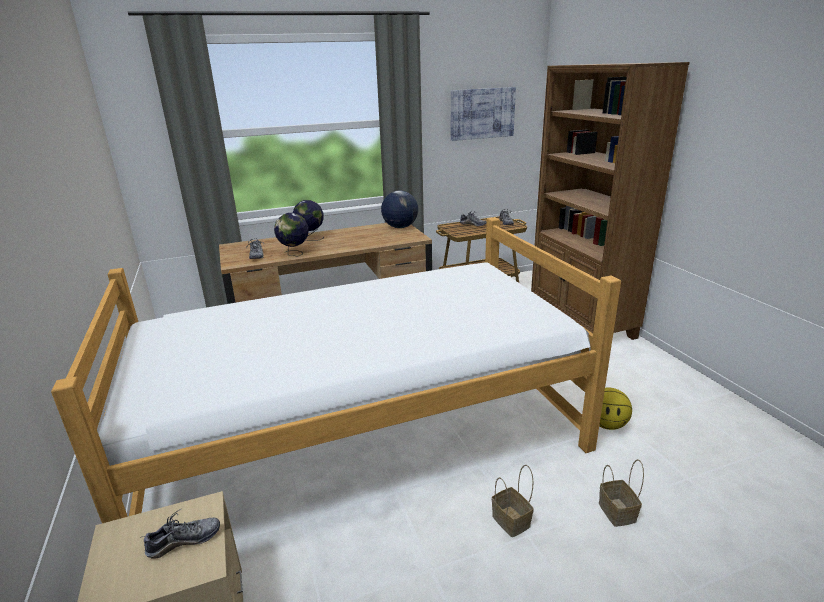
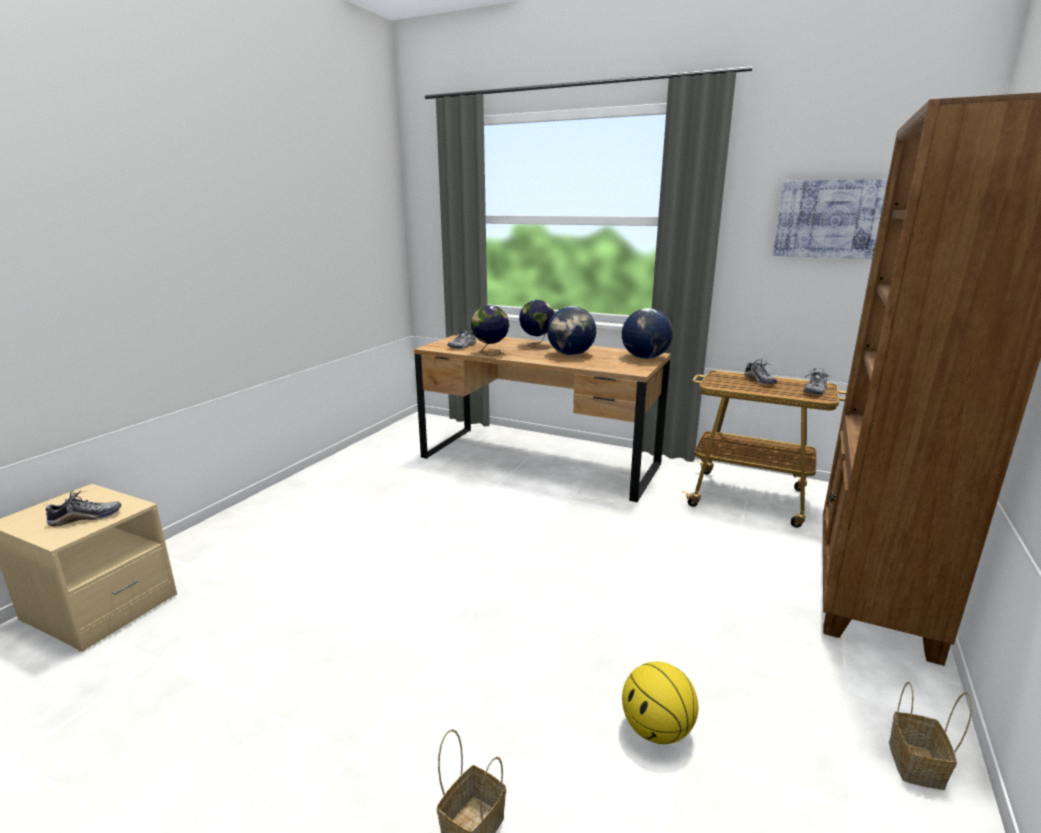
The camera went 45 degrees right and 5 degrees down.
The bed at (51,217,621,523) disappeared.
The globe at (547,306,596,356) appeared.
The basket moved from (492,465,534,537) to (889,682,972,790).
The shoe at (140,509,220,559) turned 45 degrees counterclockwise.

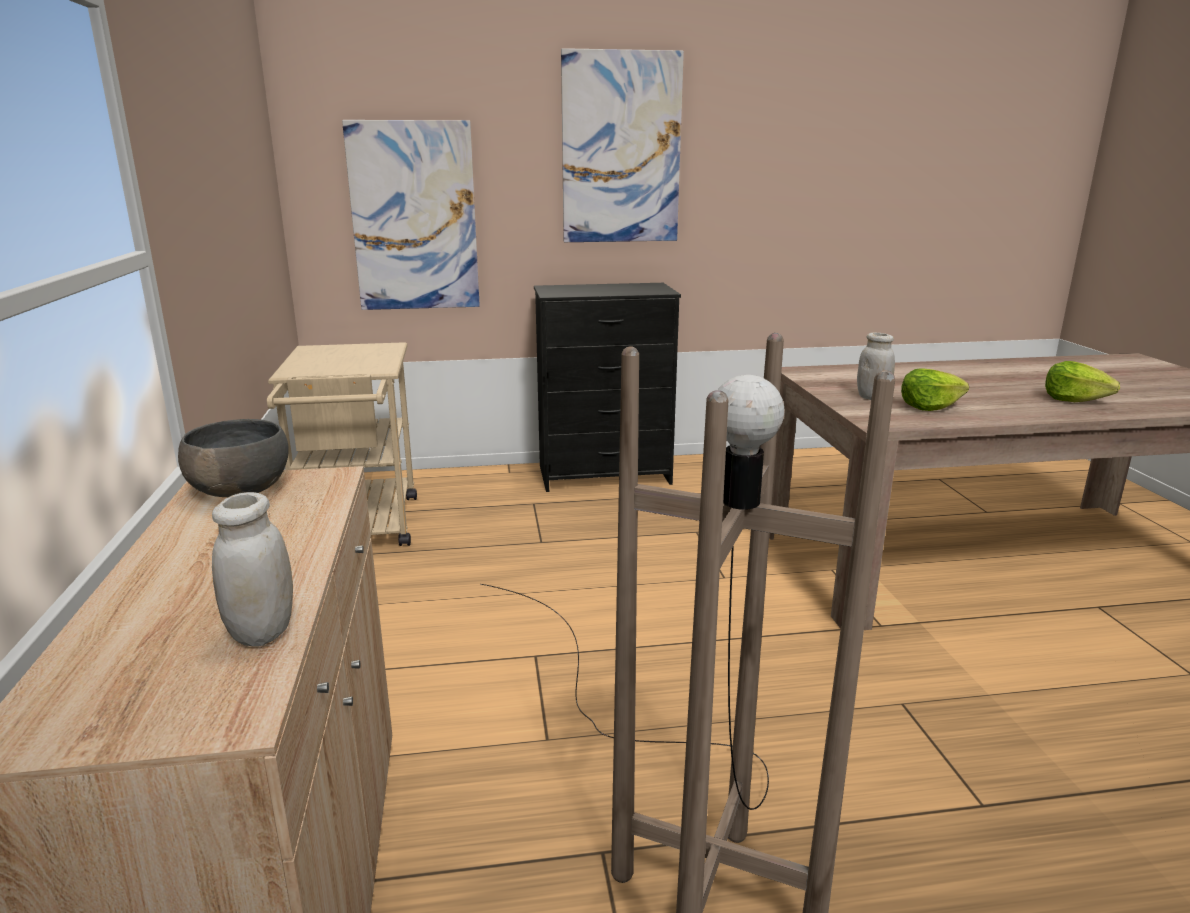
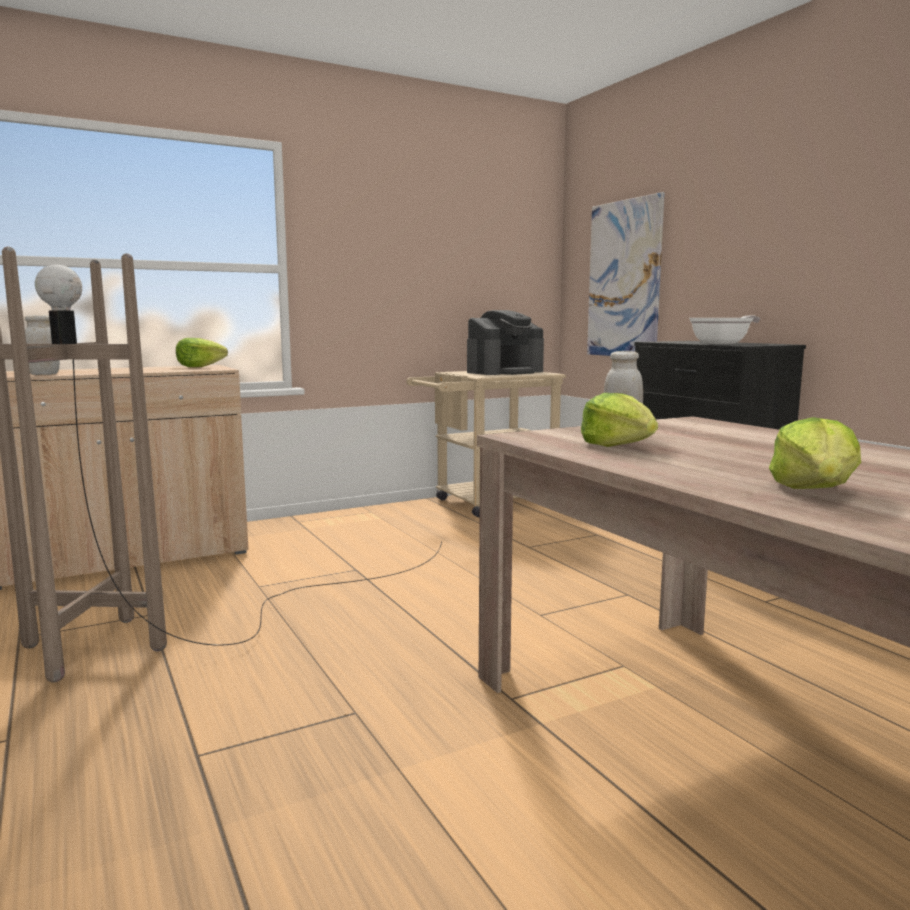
The camera went 70 degrees right and 10 degrees down.
The picture at (561,48,684,242) disappeared.
The coffee machine at (467,310,544,375) appeared.
The frying pan at (689,315,760,344) appeared.
The bowl/grey at (178,419,289,498) was replaced by the lettuce at (176,338,228,367).

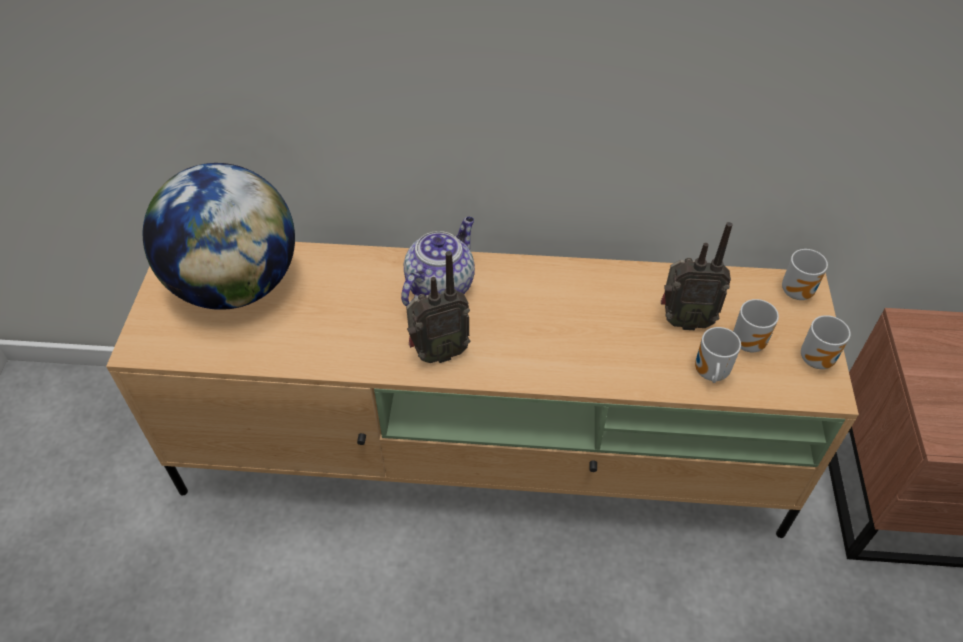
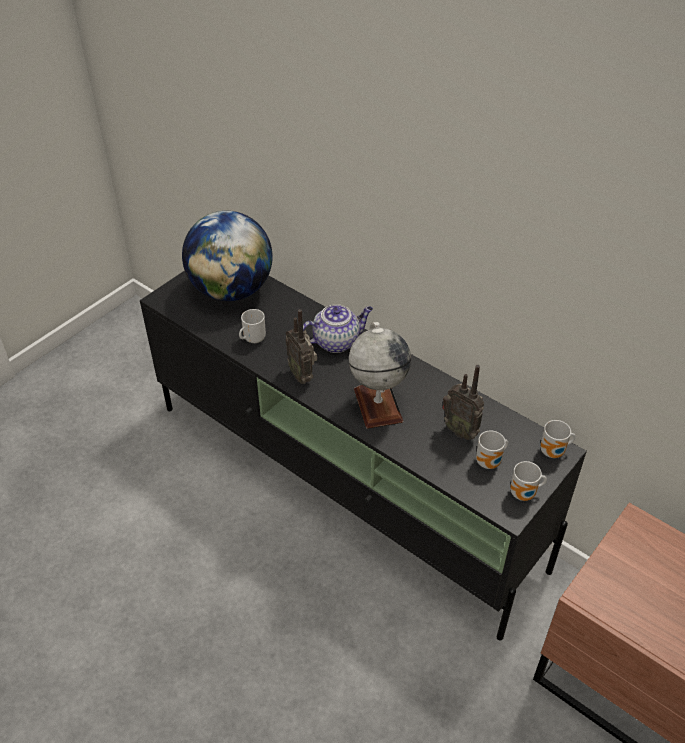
The camera went 35 degrees right and 5 degrees down.
The globe at (349,322,411,429) appeared.
The mug moved from (695,327,741,383) to (239,309,266,343).
The tv stand/beige at (106,242,859,538) became the tv stand/black at (140,270,587,641).
The radio at (406,251,470,363) turned 45 degrees clockwise.

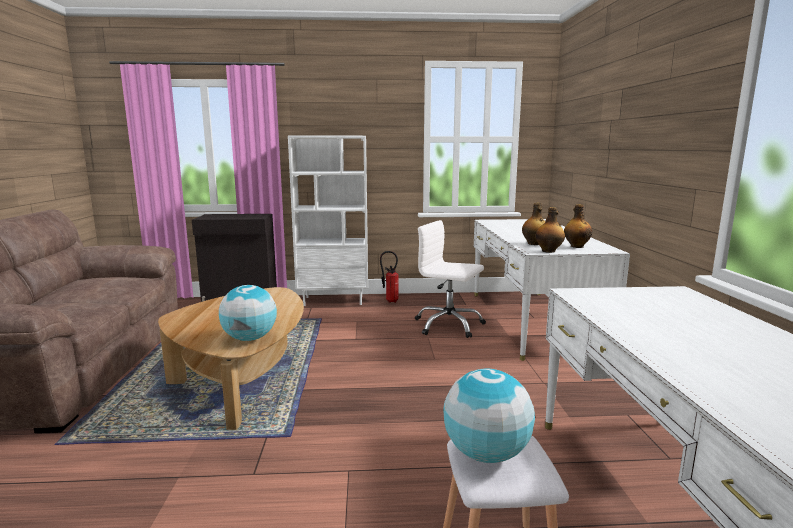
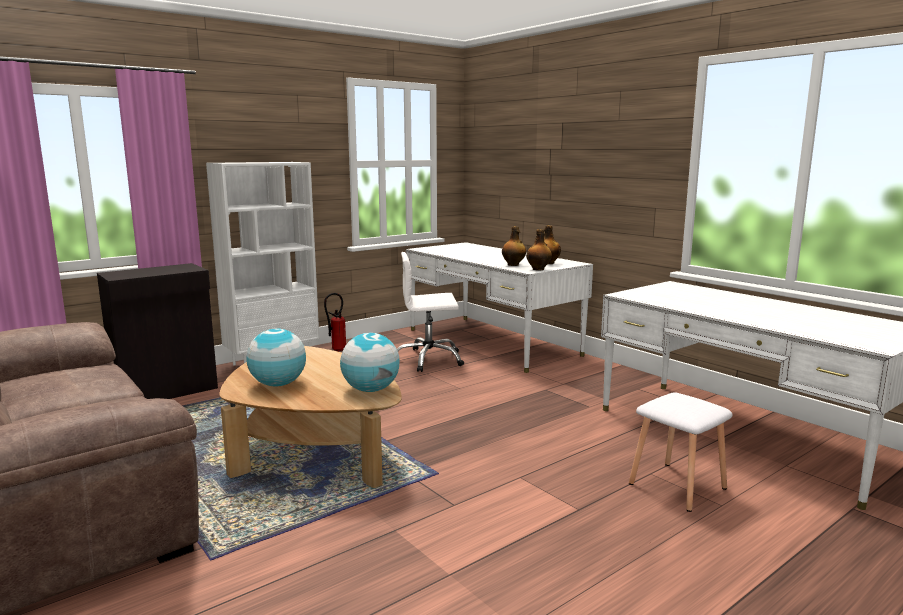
The camera went 35 degrees left and 0 degrees up.
The globe moved from (443,369,535,463) to (246,328,306,387).

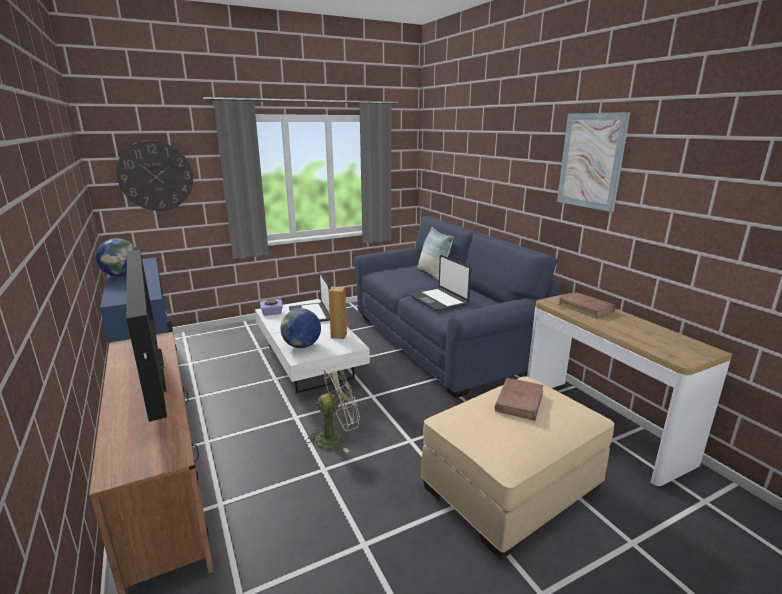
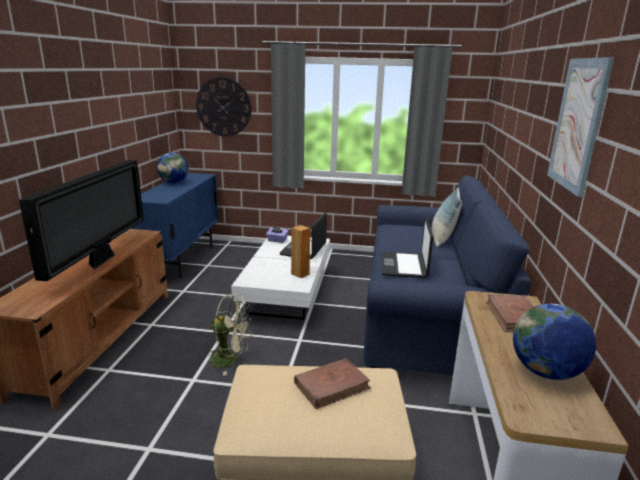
The camera went 35 degrees right and 0 degrees up.
The globe moved from (280,308,321,348) to (513,304,596,380).

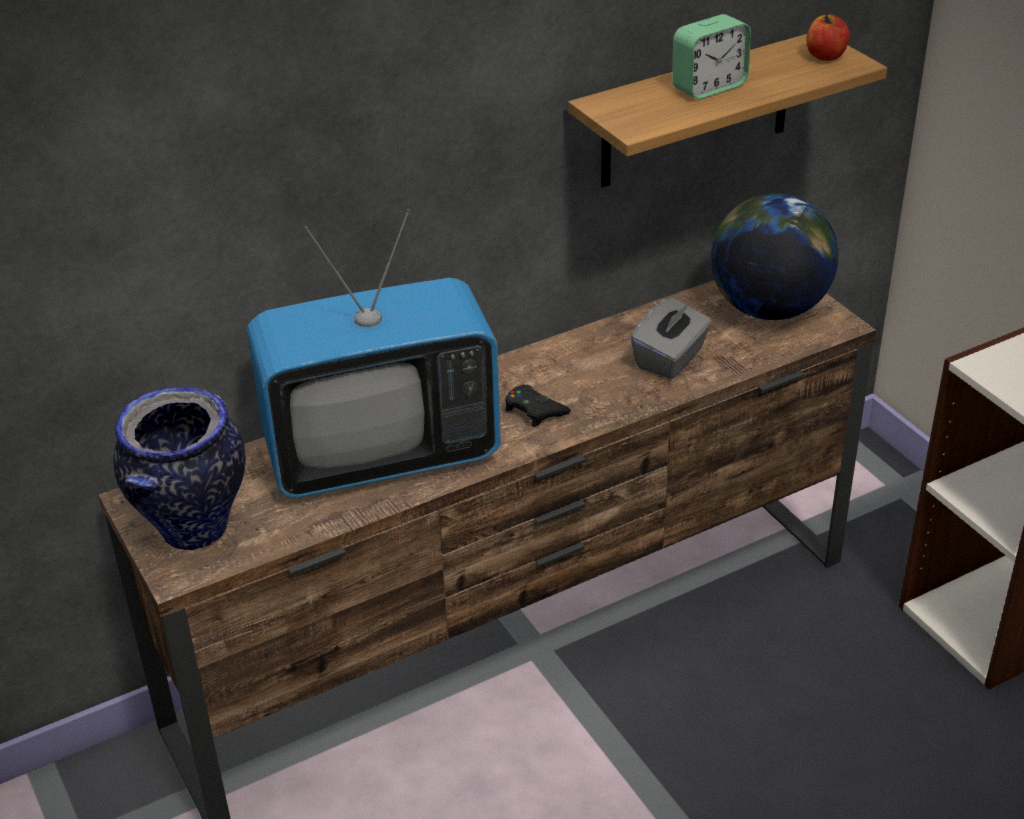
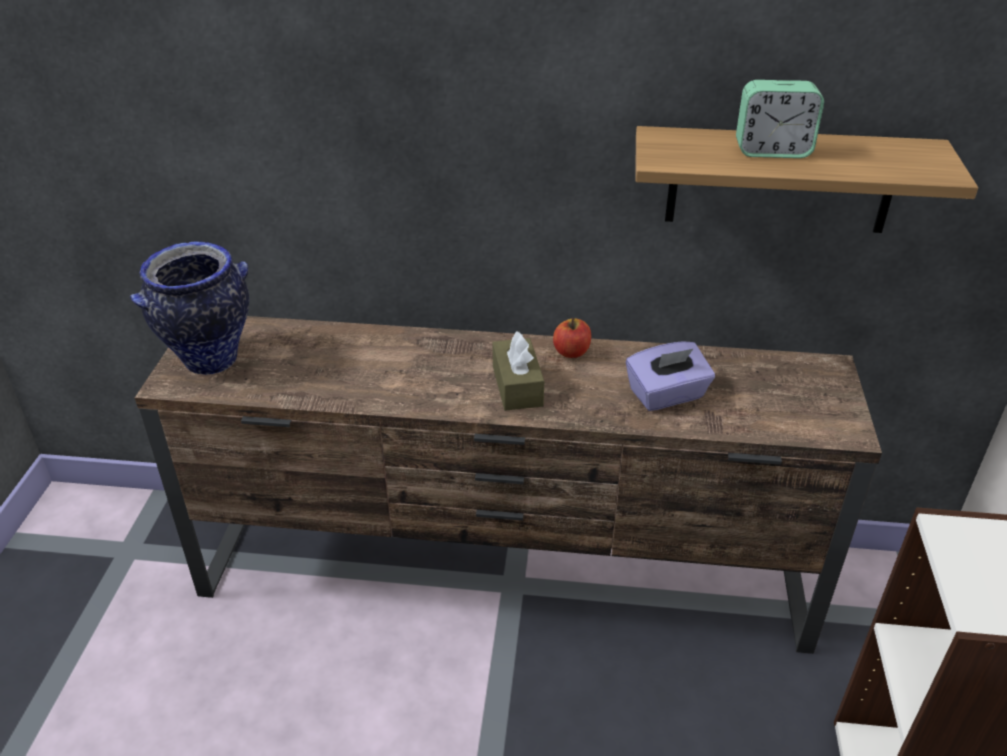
The camera went 35 degrees right and 0 degrees up.
The television at (247,209,501,498) disappeared.
The globe at (711,193,839,320) disappeared.
The apple moved from (806,13,850,61) to (553,318,591,358).
The game controller/black at (505,385,571,427) was replaced by the tissue box/brown at (493,331,544,411).
The tissue box/grey at (631,297,712,379) became the tissue box/purple at (626,341,715,411).

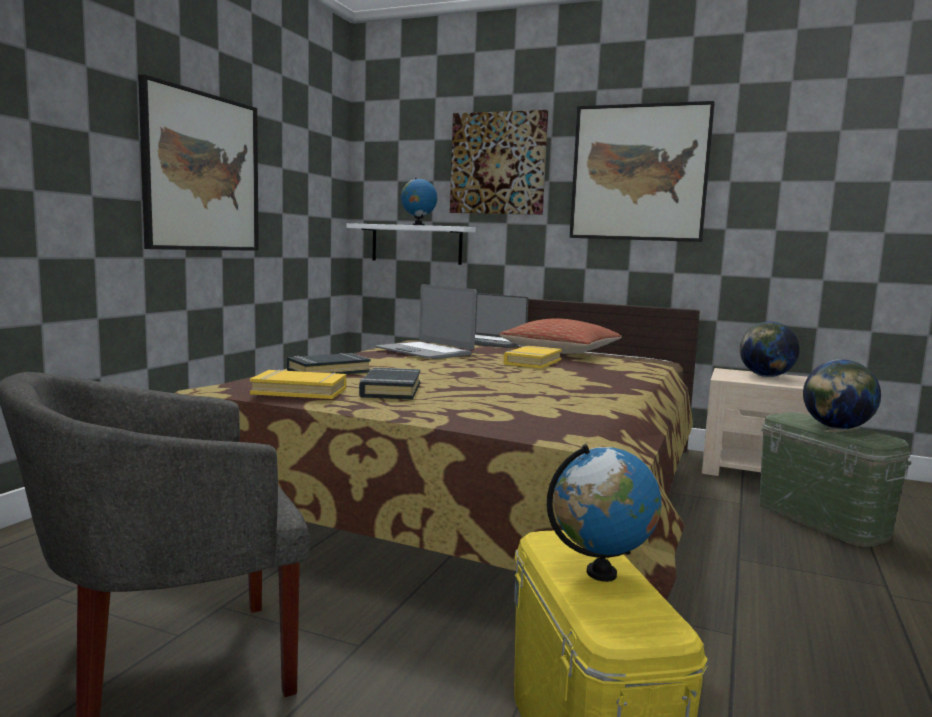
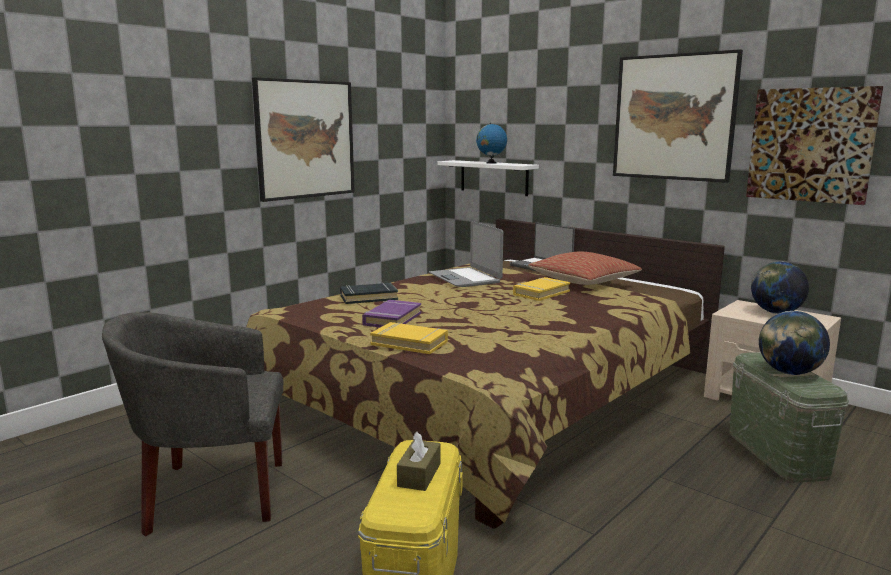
The camera went 20 degrees right and 5 degrees up.
The book/yellow moved from (250,369,346,399) to (370,322,448,354).
The picture moved from (450,110,548,215) to (746,86,883,205).
The globe at (547,444,661,582) was replaced by the tissue box/brown at (397,432,440,491).
The book/black at (359,367,420,400) became the book/purple at (362,300,421,327).

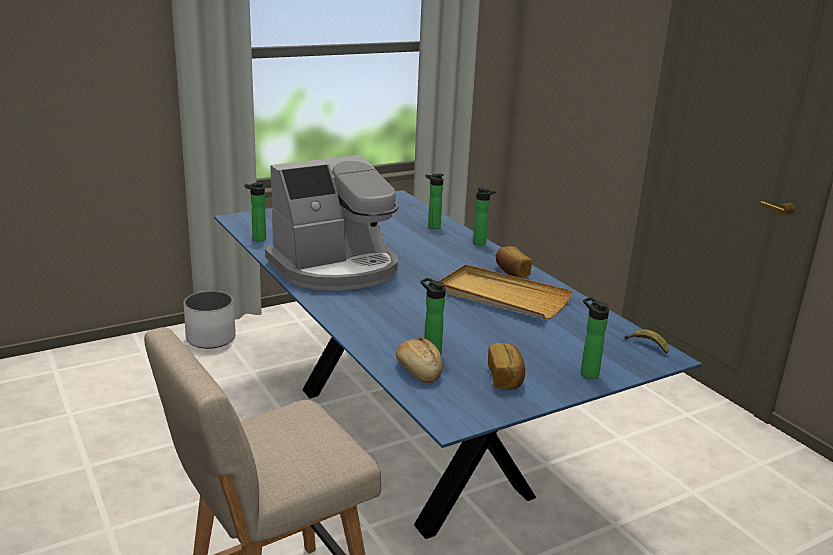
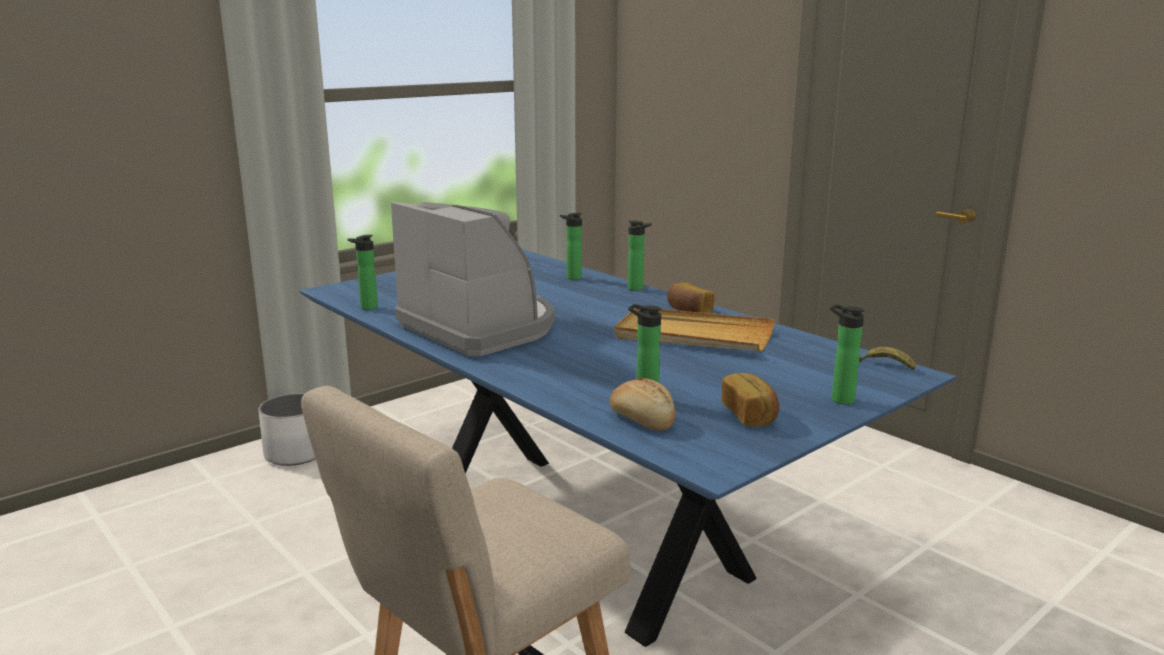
The camera went 10 degrees left and 5 degrees down.
The coffee machine at (265,155,398,291) turned 90 degrees counterclockwise.

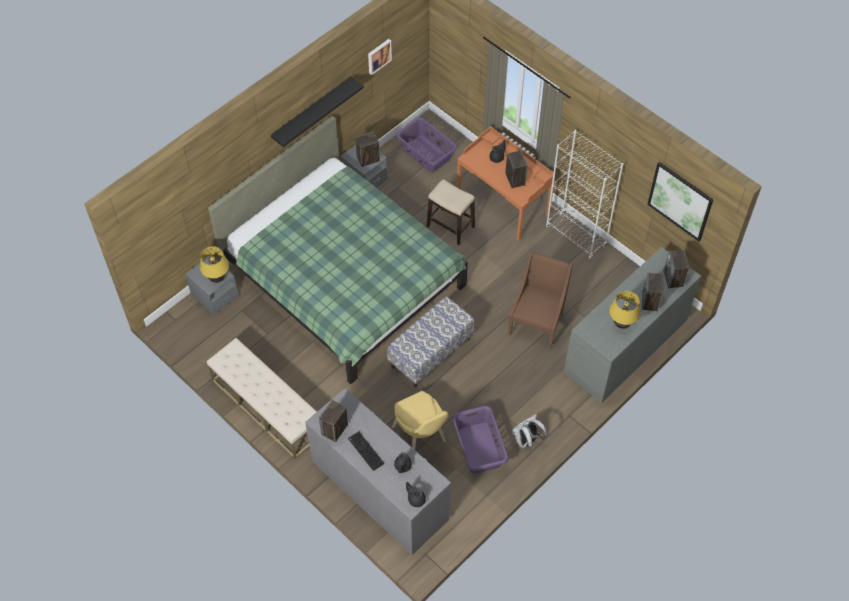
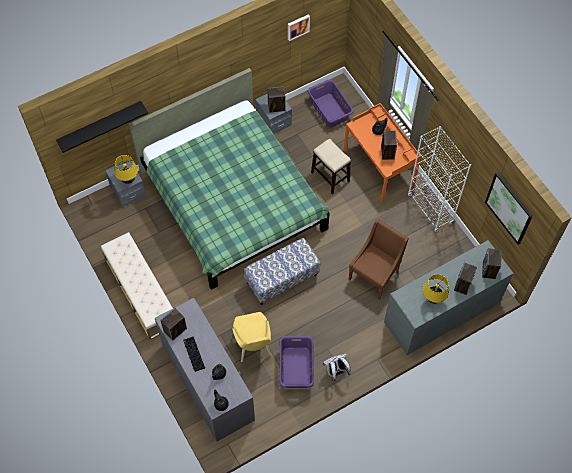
The camera went 15 degrees right and 5 degrees up.
The shelf/black moved from (271,77,364,147) to (56,101,148,153).

